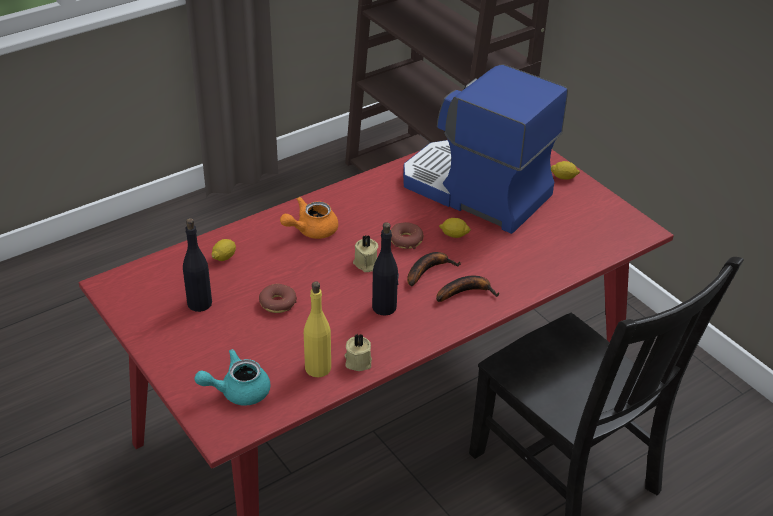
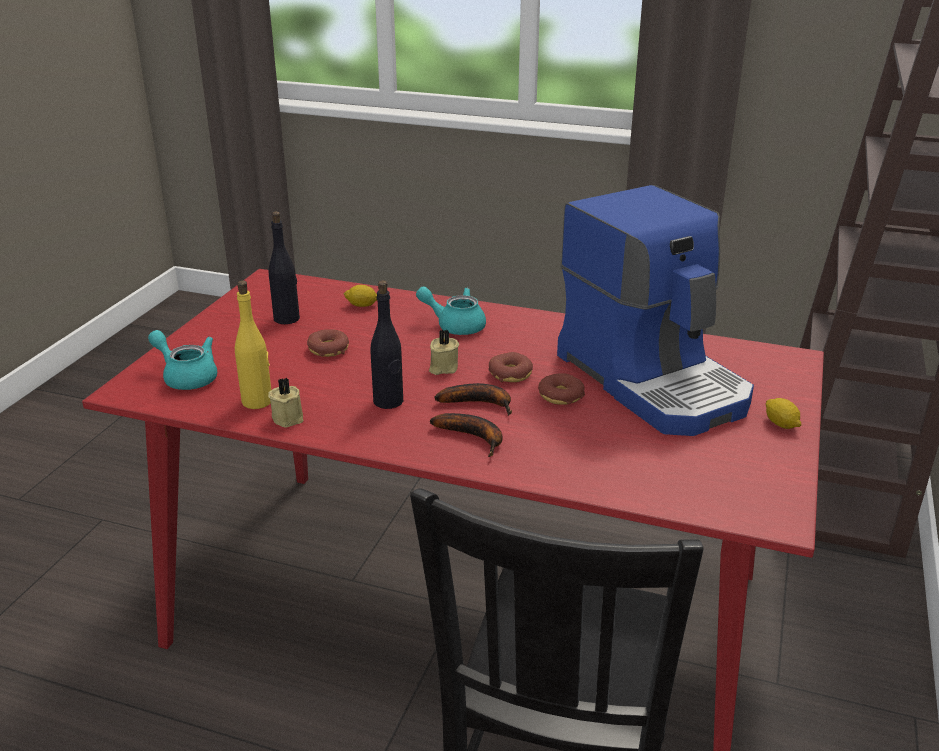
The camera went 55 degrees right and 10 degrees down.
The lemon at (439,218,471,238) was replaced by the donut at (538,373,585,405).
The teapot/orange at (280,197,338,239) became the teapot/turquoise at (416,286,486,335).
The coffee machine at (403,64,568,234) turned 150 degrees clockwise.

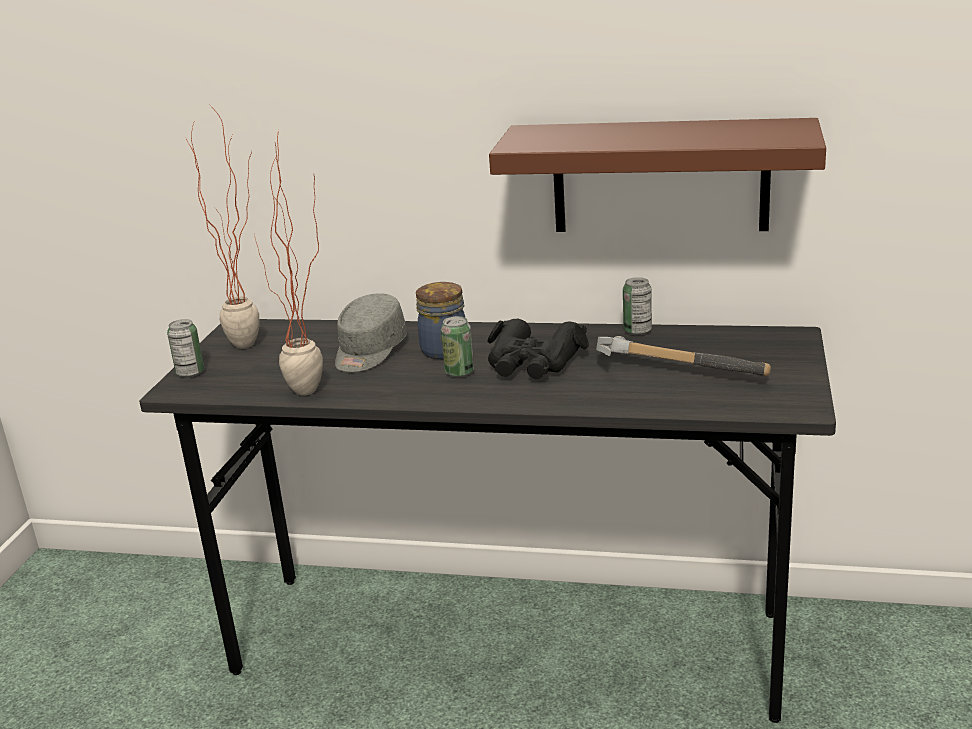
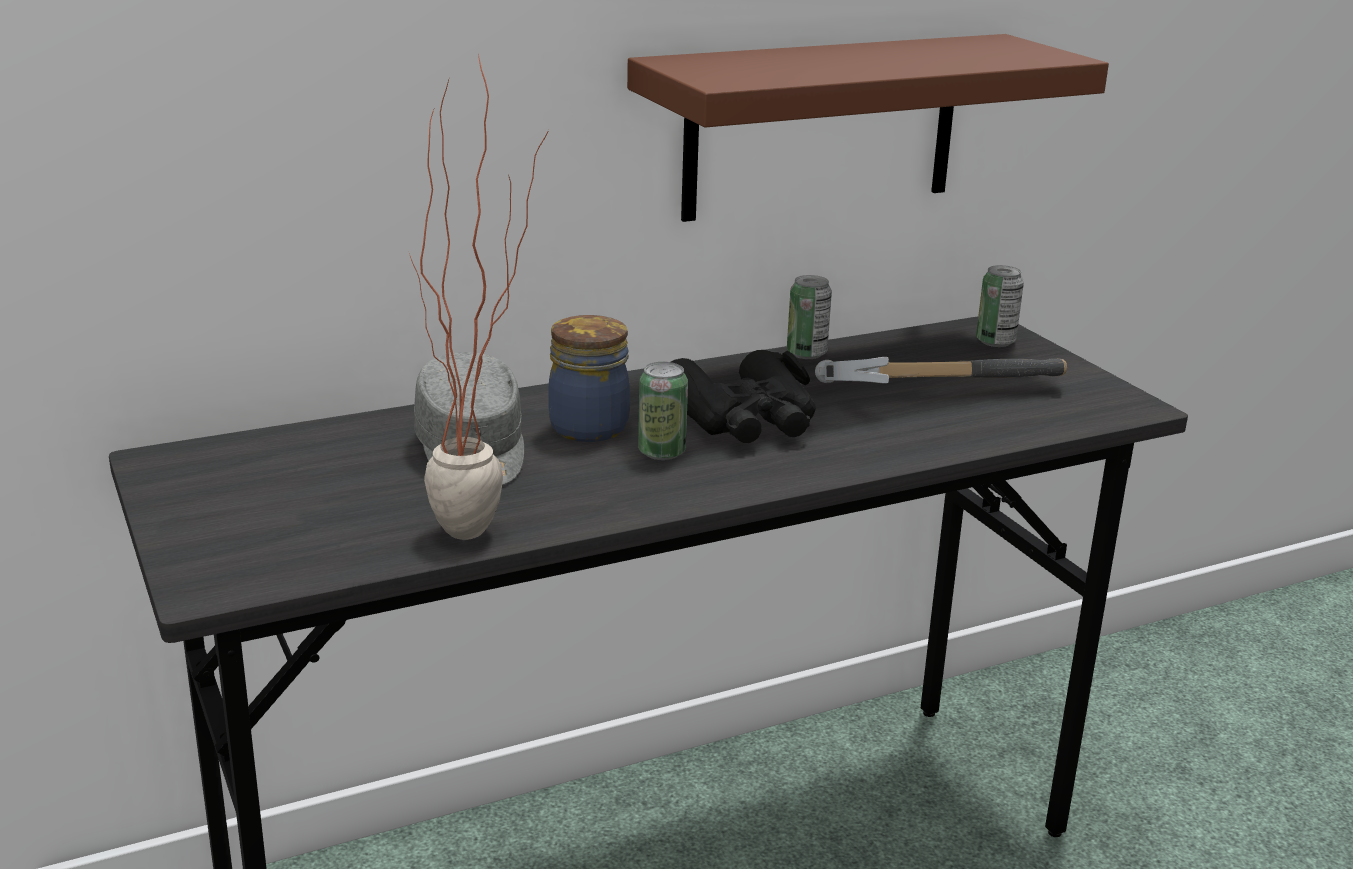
The camera went 40 degrees left and 0 degrees up.
The potted plant at (186,103,259,349) disappeared.
The can moved from (167,319,204,378) to (976,265,1024,347).

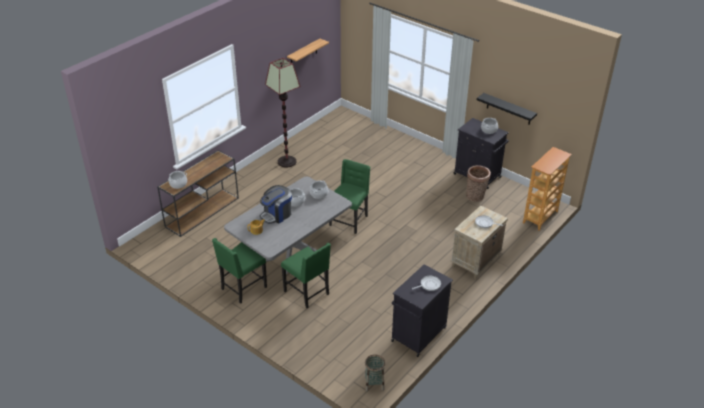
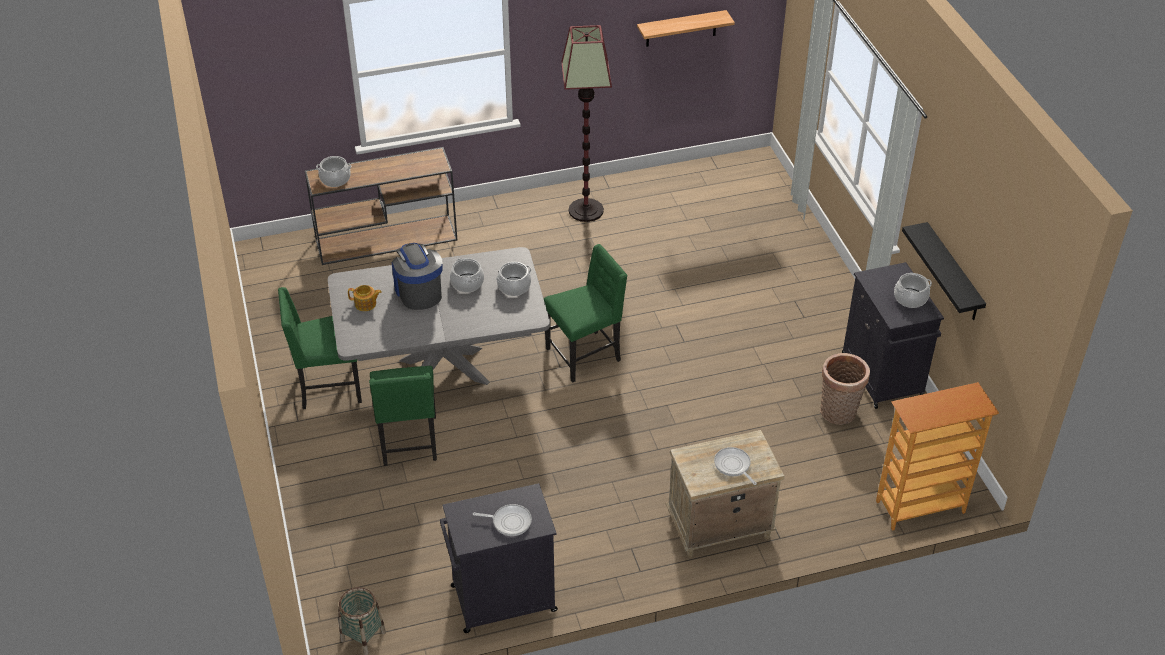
The camera went 35 degrees right and 5 degrees up.
The coffee machine at (260,185,292,224) turned 75 degrees clockwise.

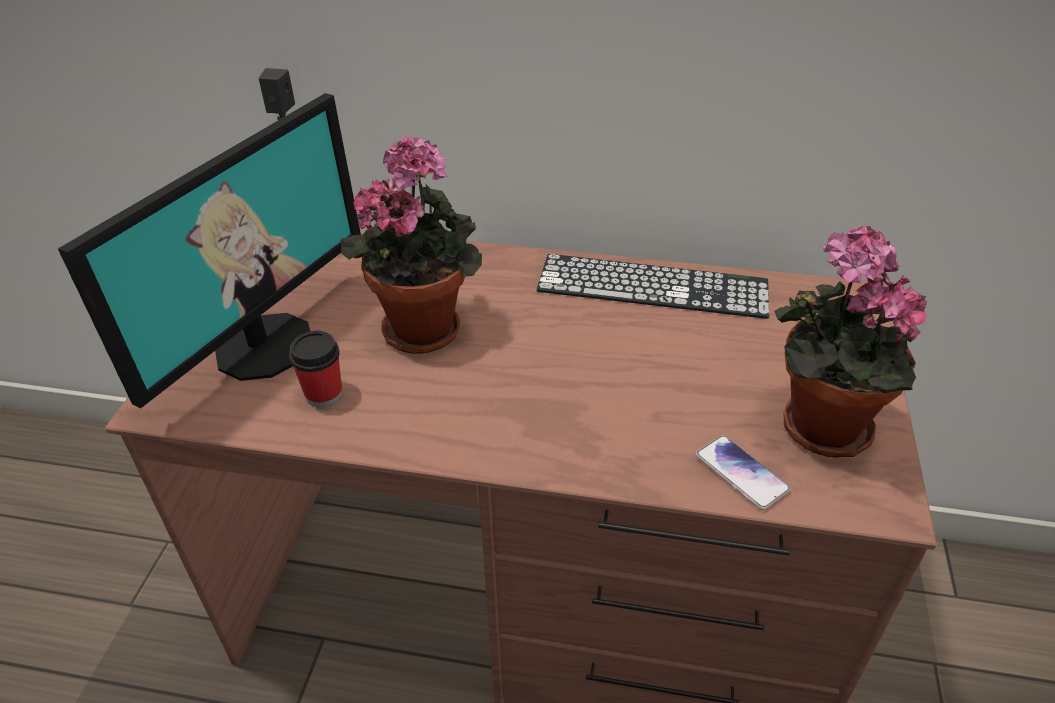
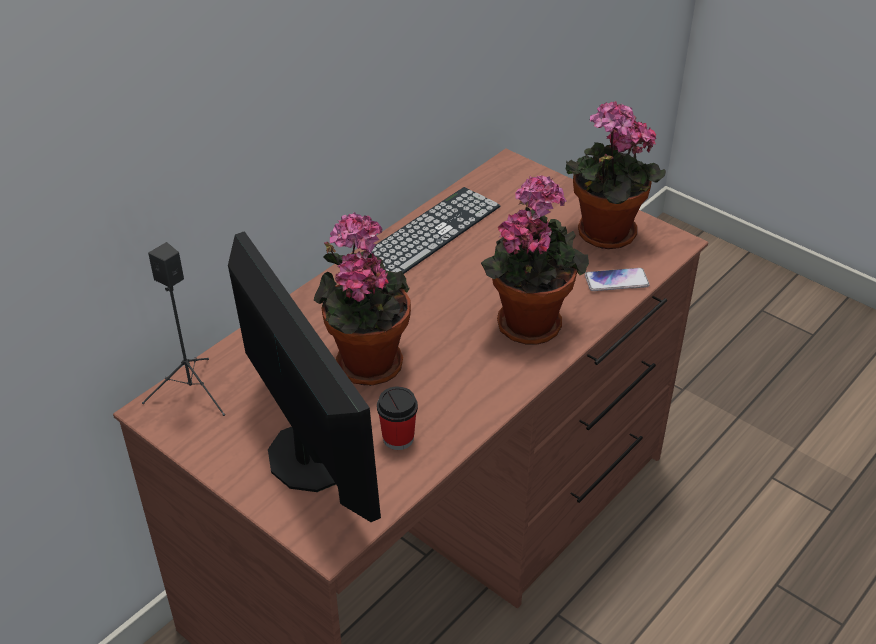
The camera went 60 degrees left and 0 degrees up.
The potted plant at (481,175,589,345) appeared.

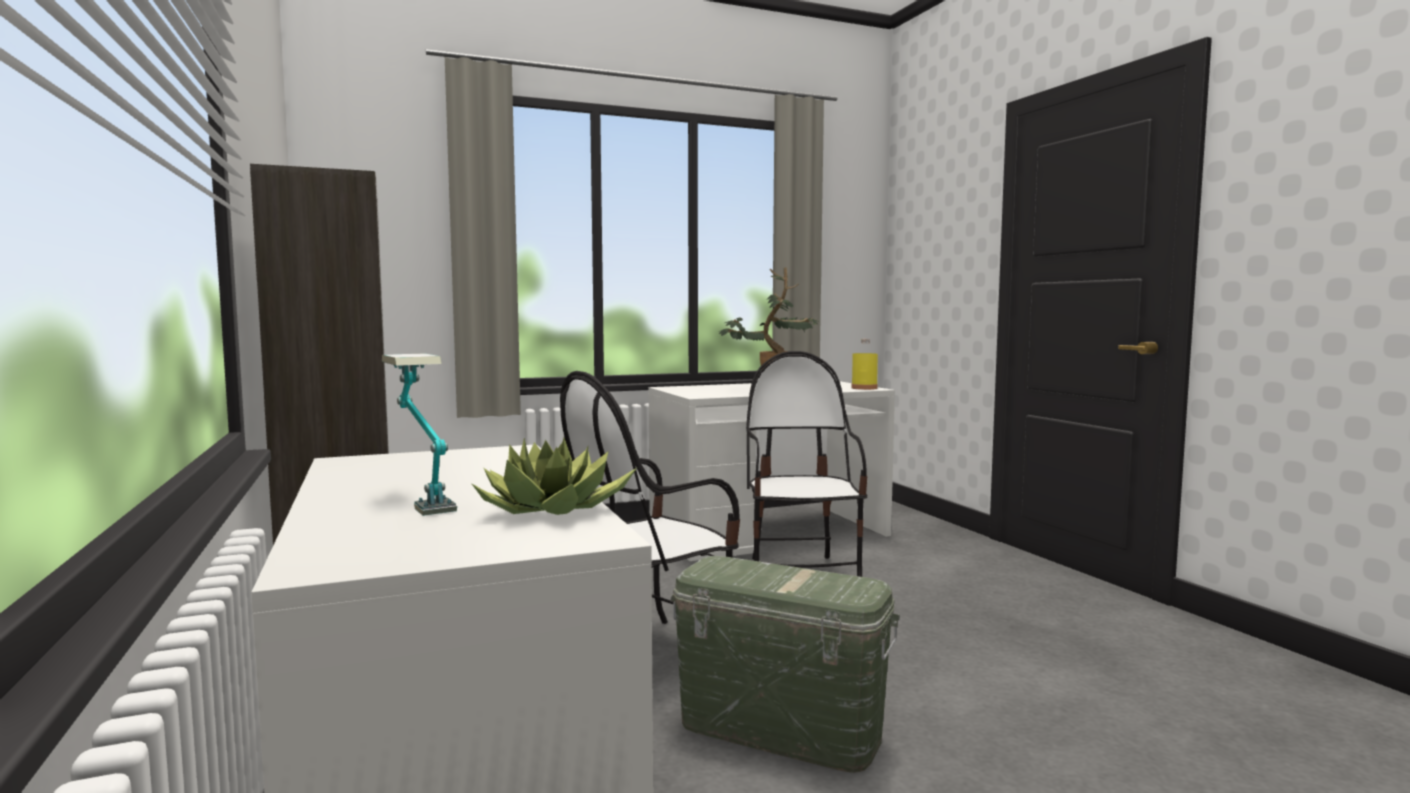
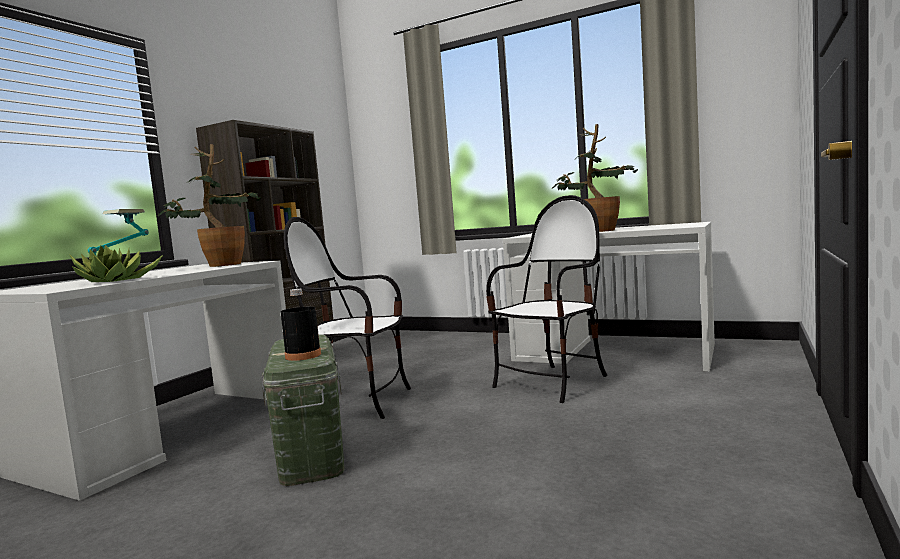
The camera went 50 degrees right and 0 degrees up.
The bottle/yellow at (851,339,878,390) disappeared.
The potted plant at (158,144,262,267) appeared.
The bottle/black at (281,289,321,361) appeared.

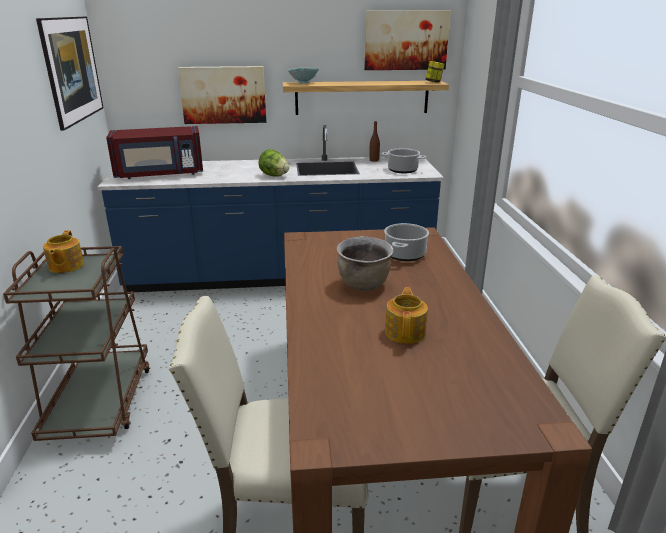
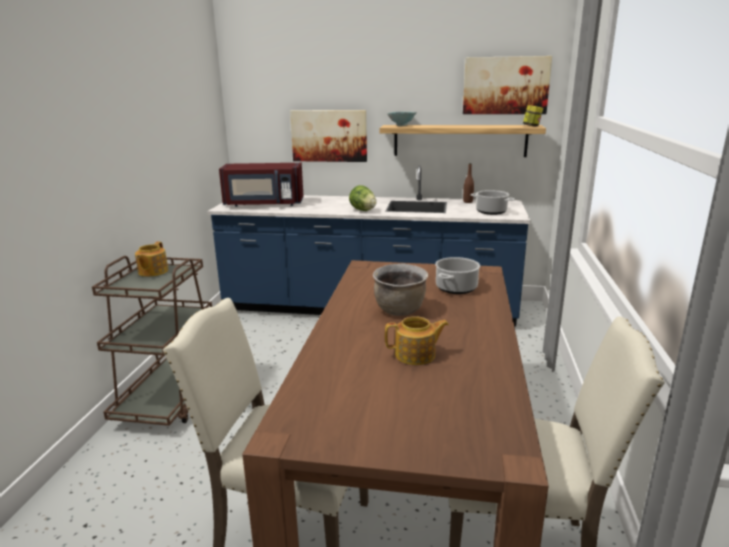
The camera went 15 degrees right and 5 degrees down.
The picture at (36,17,104,131) disappeared.
The teapot at (385,287,428,344) turned 60 degrees clockwise.

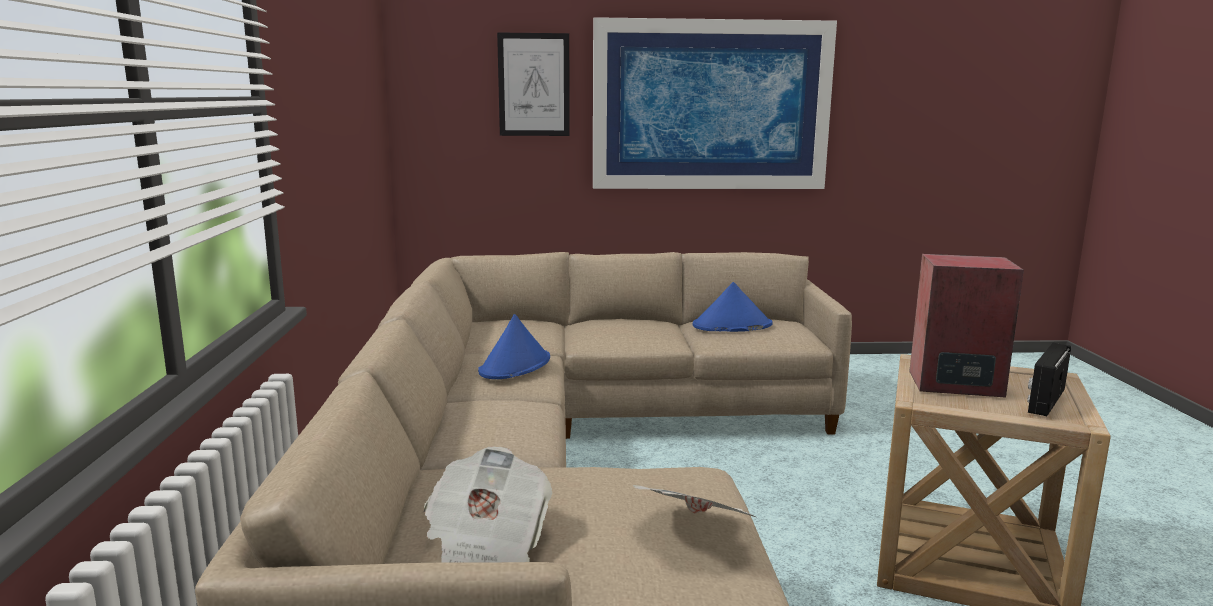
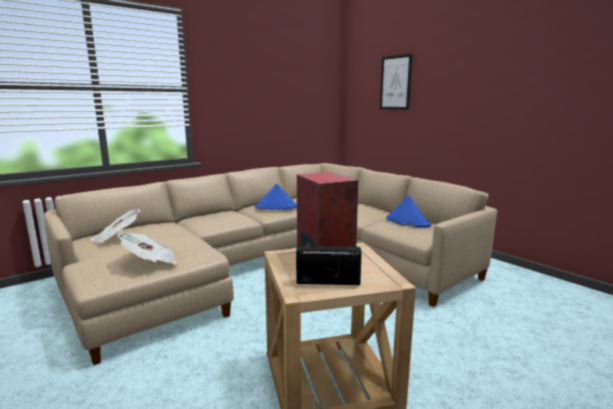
The camera went 55 degrees right and 0 degrees up.
The picture at (593,17,837,189) disappeared.

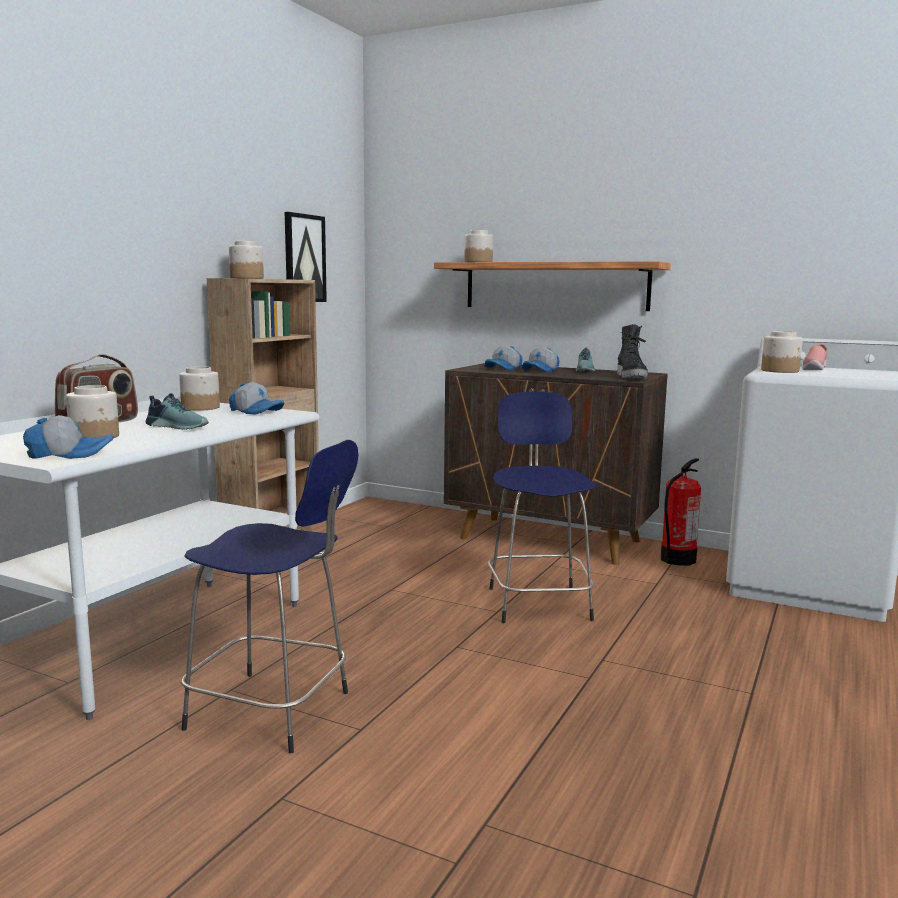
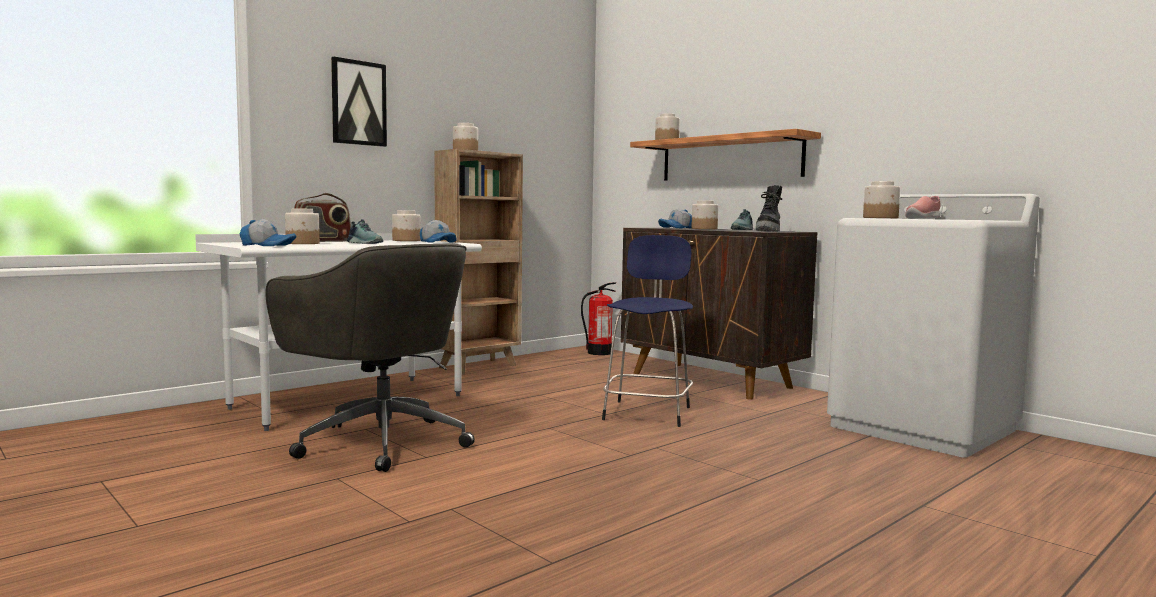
The camera went 20 degrees right and 5 degrees down.
The picture moved from (285,212,327,302) to (331,57,387,147).
The fire extinguisher moved from (661,458,701,566) to (581,282,616,355).
The stool/blue at (181,440,358,753) was replaced by the office chair/grey at (265,244,475,472).
The cap at (522,347,560,372) was replaced by the jar at (691,200,718,229).

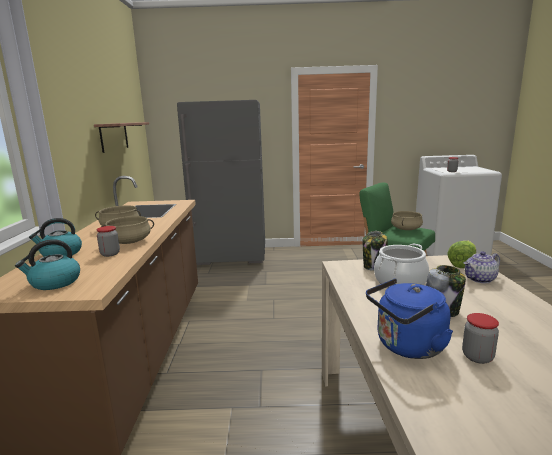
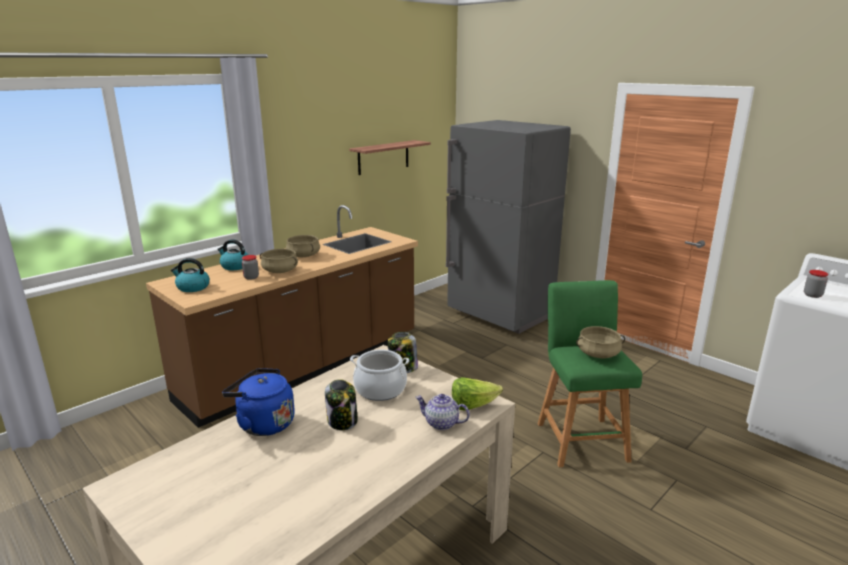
The camera went 45 degrees right and 5 degrees up.
The jar at (462,313,499,364) disappeared.

